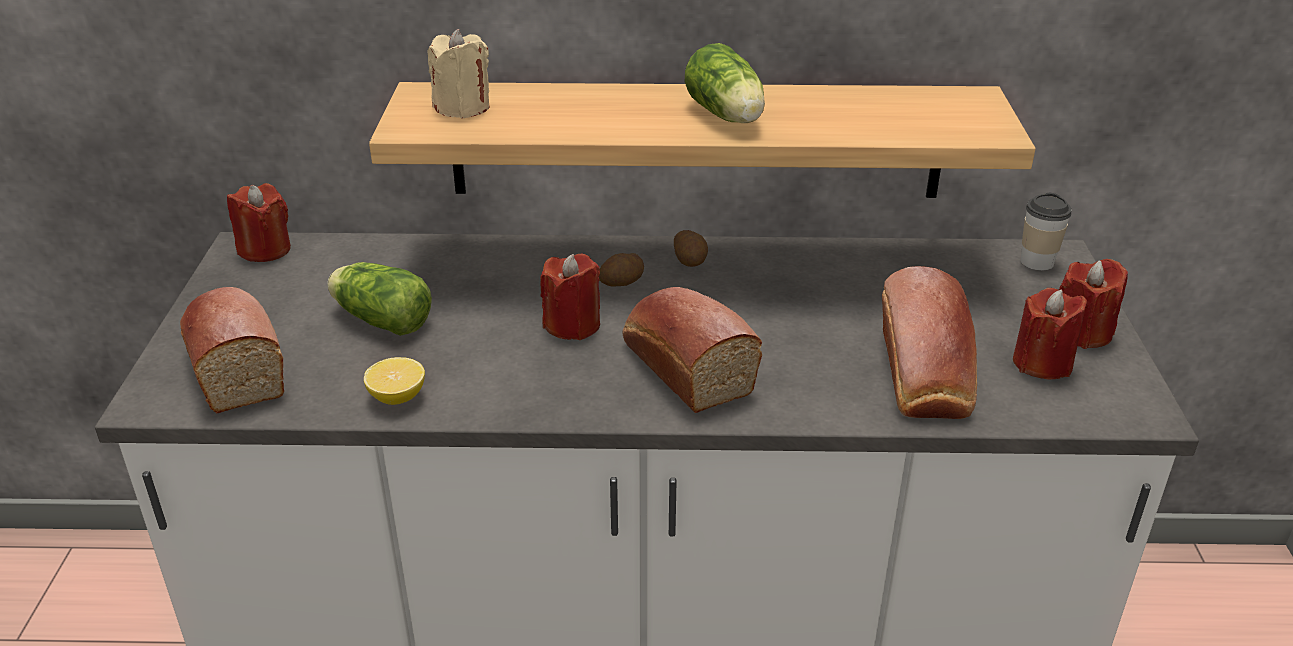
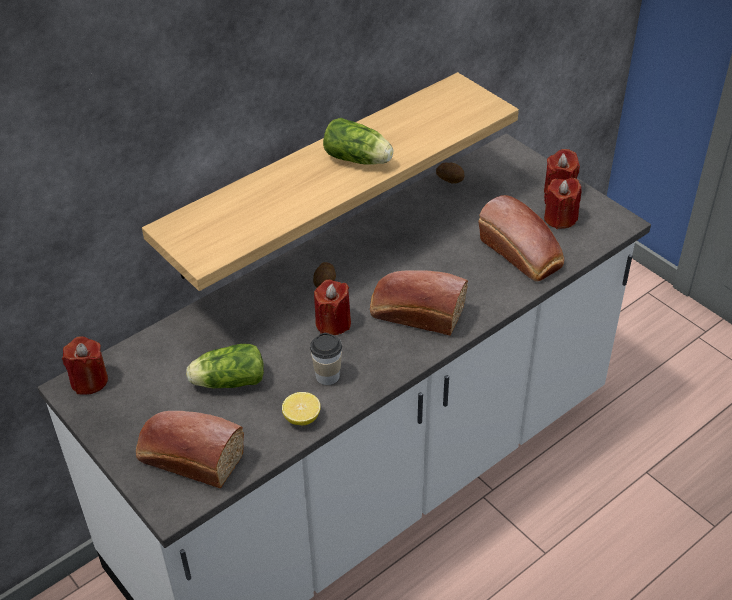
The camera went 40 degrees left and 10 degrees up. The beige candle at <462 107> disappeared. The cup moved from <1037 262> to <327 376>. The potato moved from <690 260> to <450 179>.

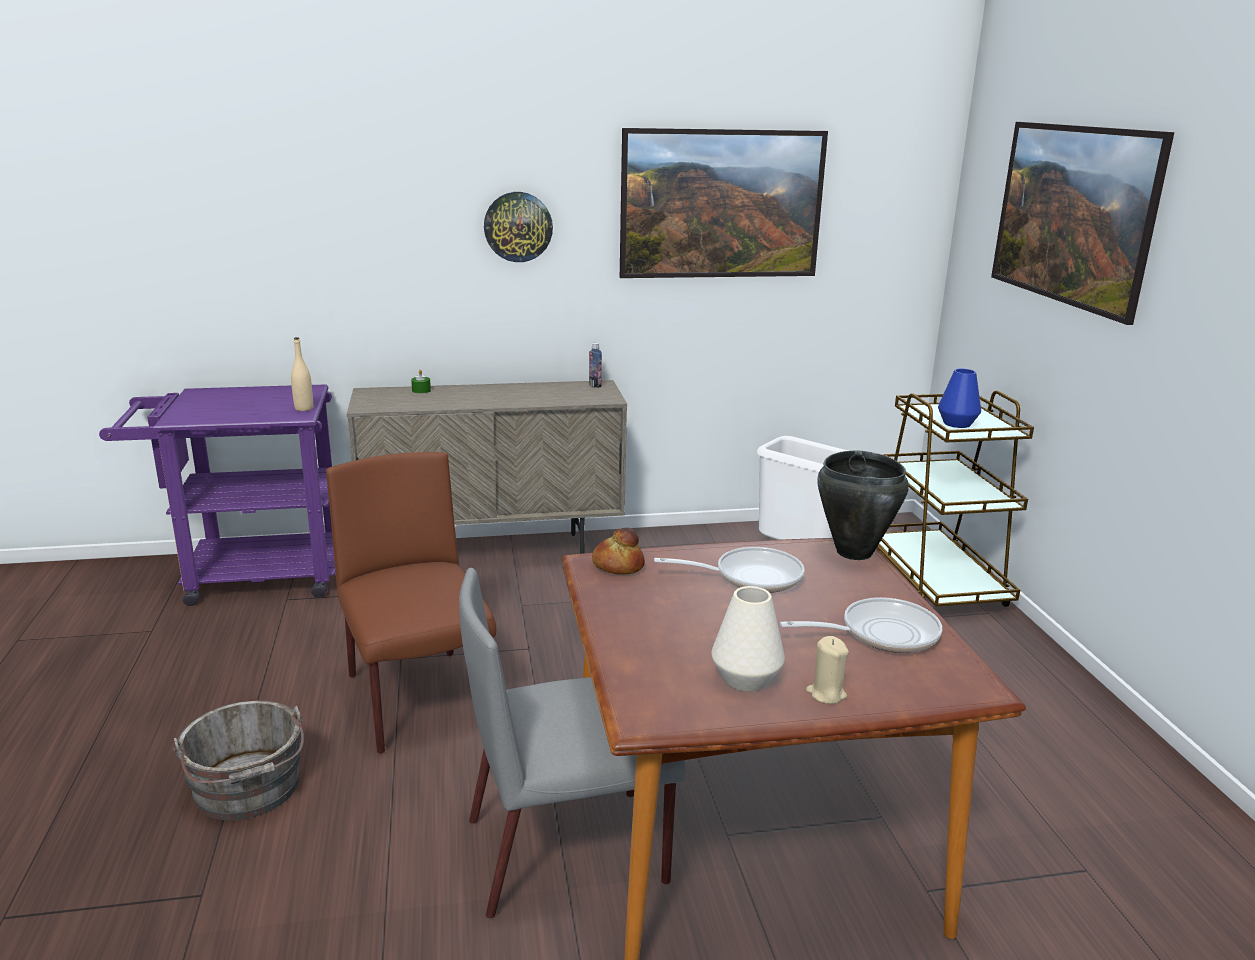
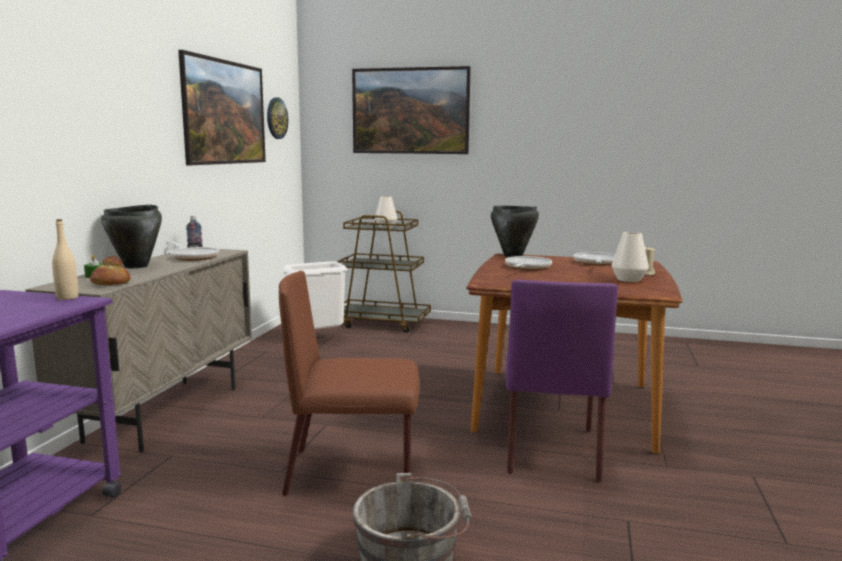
The camera went 65 degrees left and 10 degrees down. The wall clock moved from <518 227> to <276 118>. The blue vase at <957 423> became the white vase at <386 227>. The bread moved from <618 565> to <110 283>. The grey chair at <570 850> became the purple chair at <551 449>. The black cooking pot at <137 266> appeared. The frying pan at <193 257> appeared.

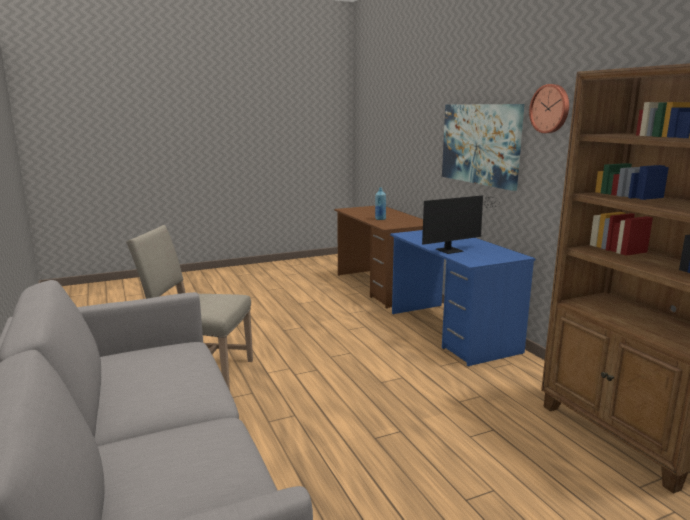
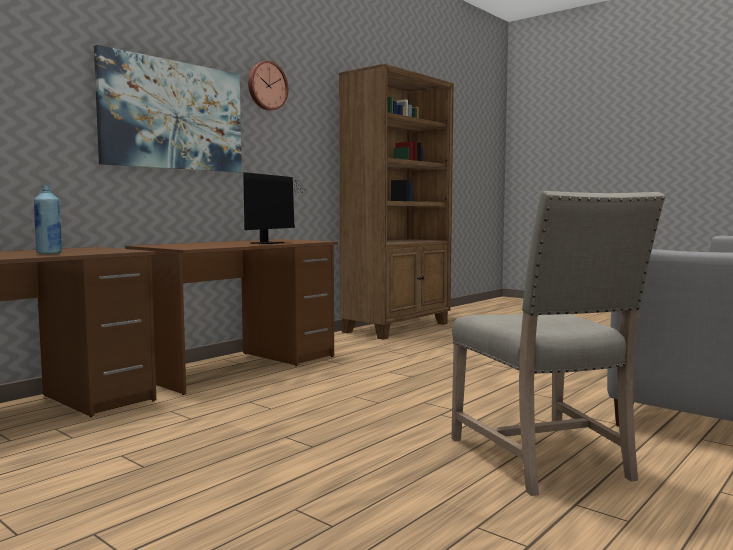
The camera went 115 degrees left and 10 degrees down. The monitor at <453 250> turned 75 degrees clockwise. The blue desk at <452 332> became the brown desk at <240 366>.

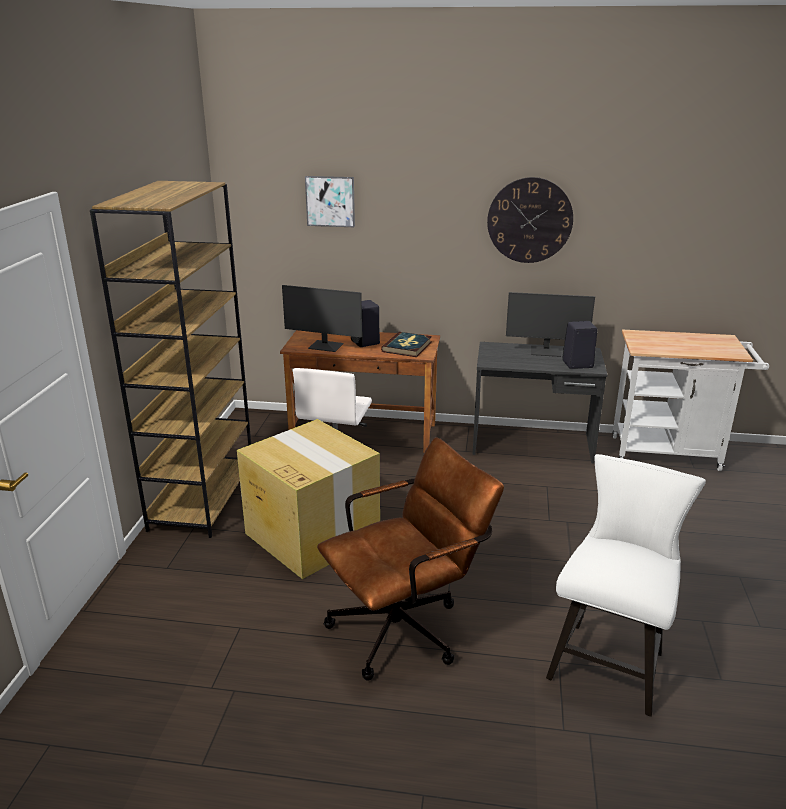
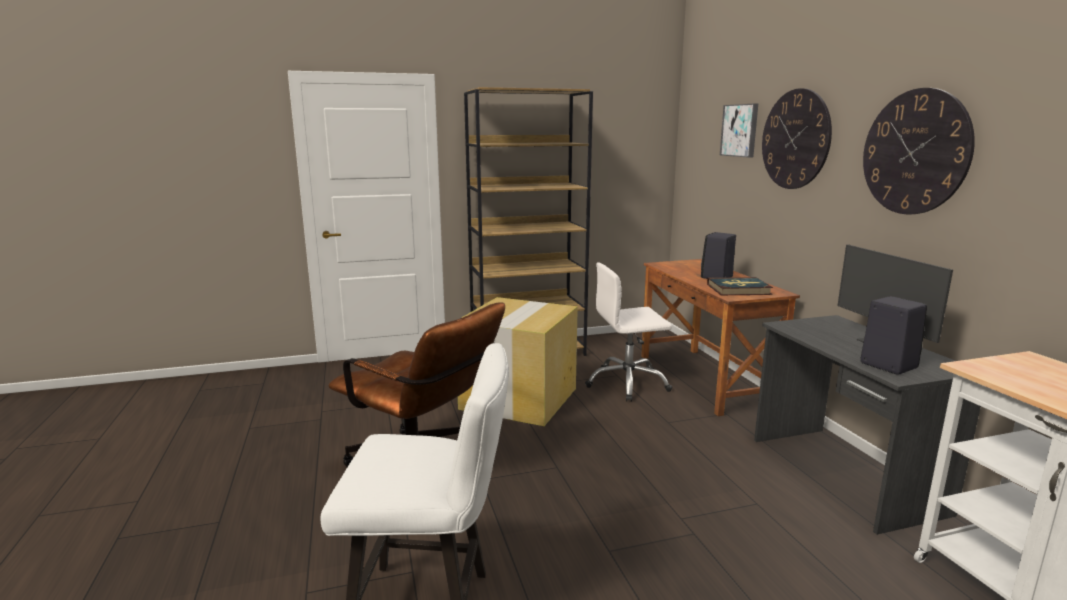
The camera went 65 degrees right and 10 degrees down. The monitor at <325 346> disappeared. The wall clock at <795 139> appeared.

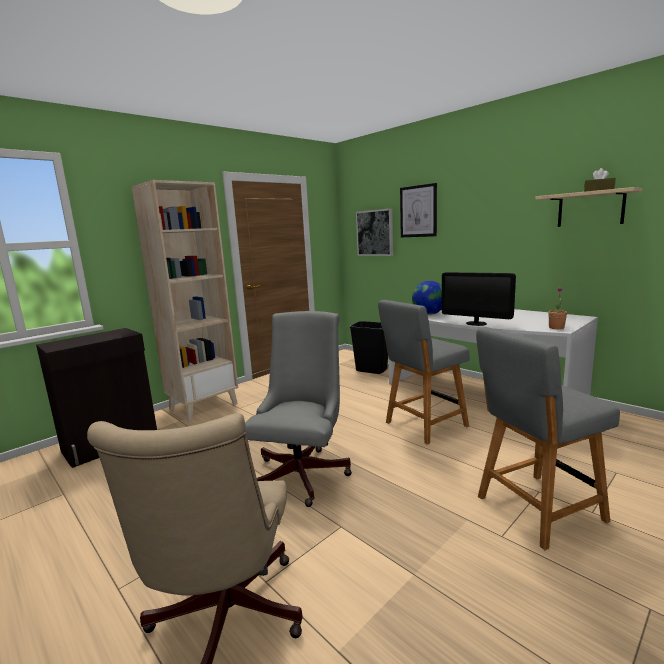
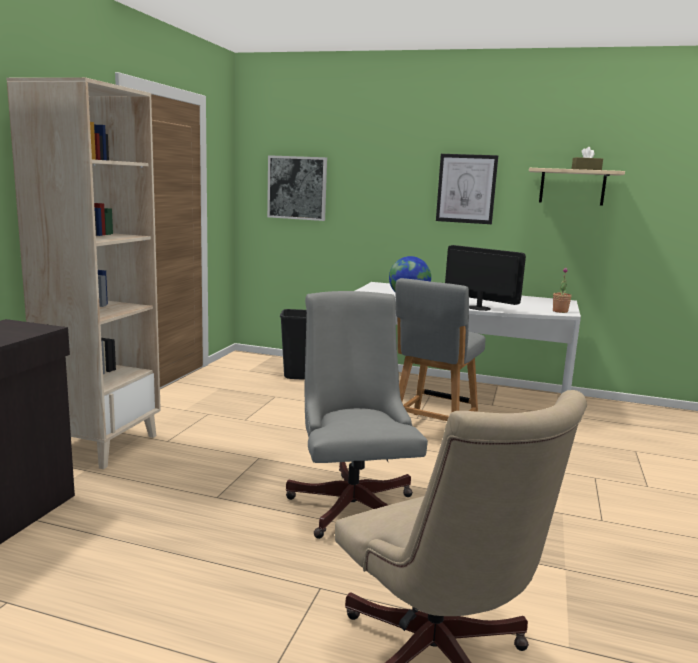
The camera went 30 degrees left and 0 degrees up. The picture moved from <418 211> to <466 189>. The monitor at <476 323> turned 150 degrees counterclockwise. The grey chair at <535 510> disappeared.

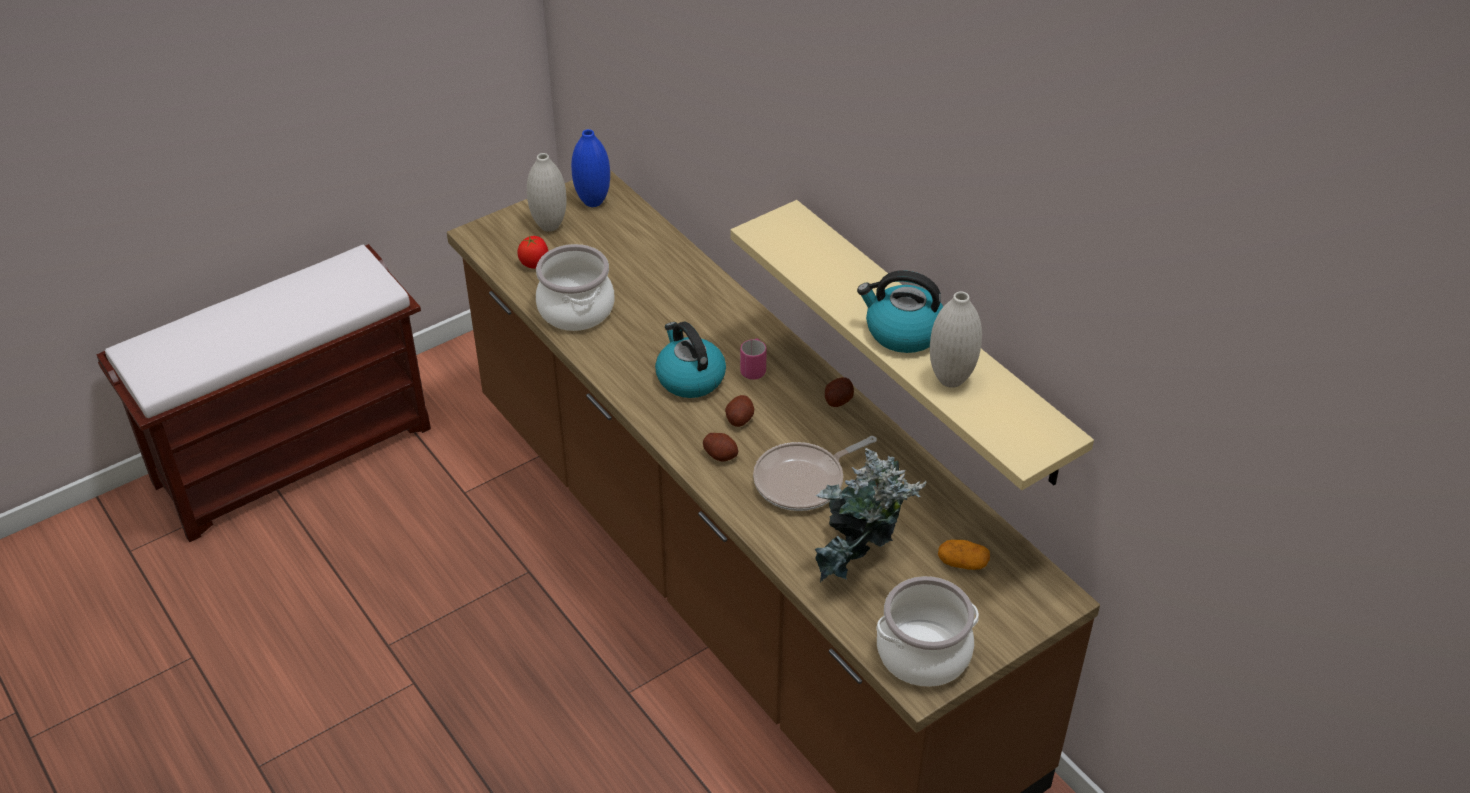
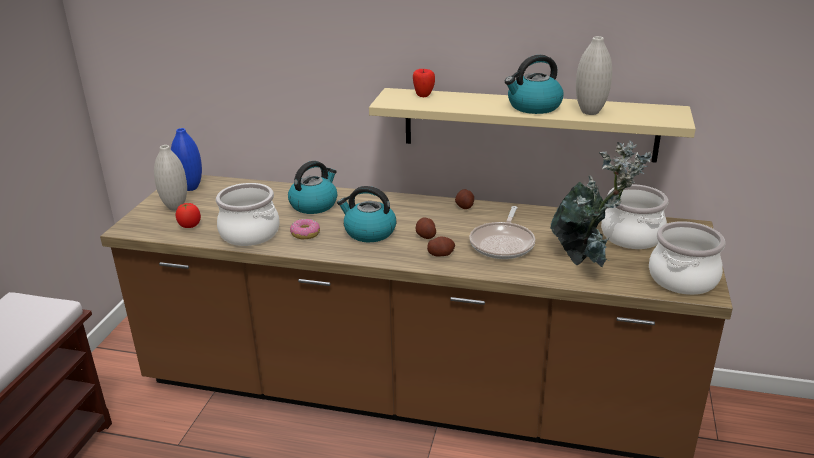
The camera went 40 degrees left and 15 degrees down. The pink mug at <754 368> disappeared. The potato at <962 563> was replaced by the cooking pot at <632 236>. The apple at <423 95> appeared. The kettle at <314 204> appeared. The donut at <305 234> appeared.

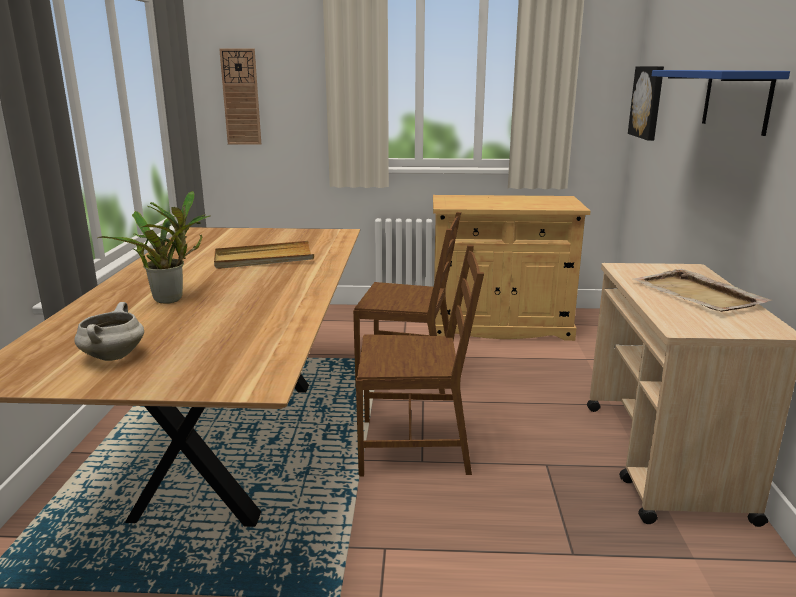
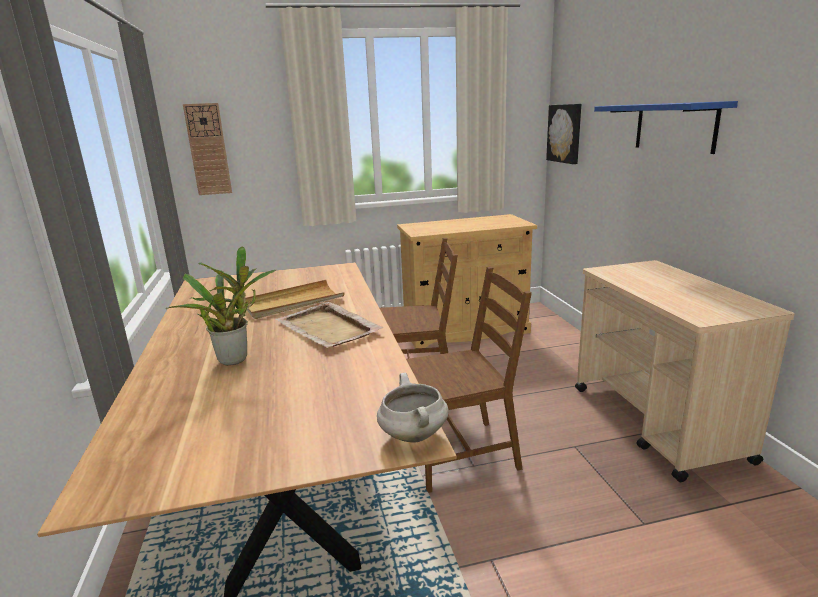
The camera went 15 degrees left and 0 degrees up. The beige tray moved from <698 294> to <328 328>. The white cooking pot moved from <113 356> to <412 435>.

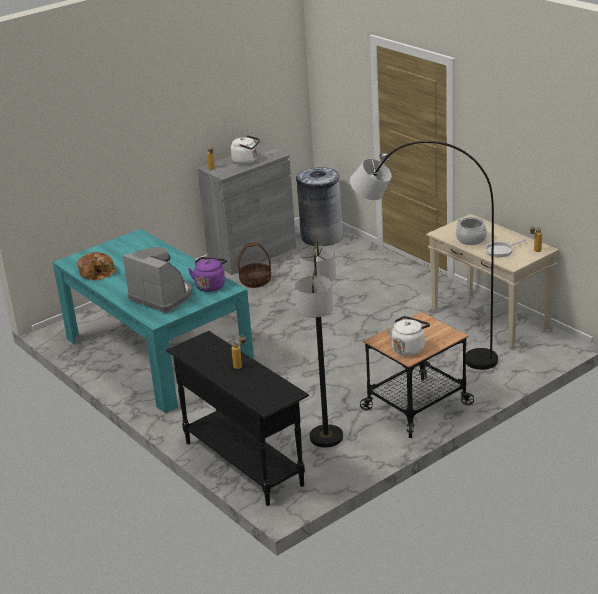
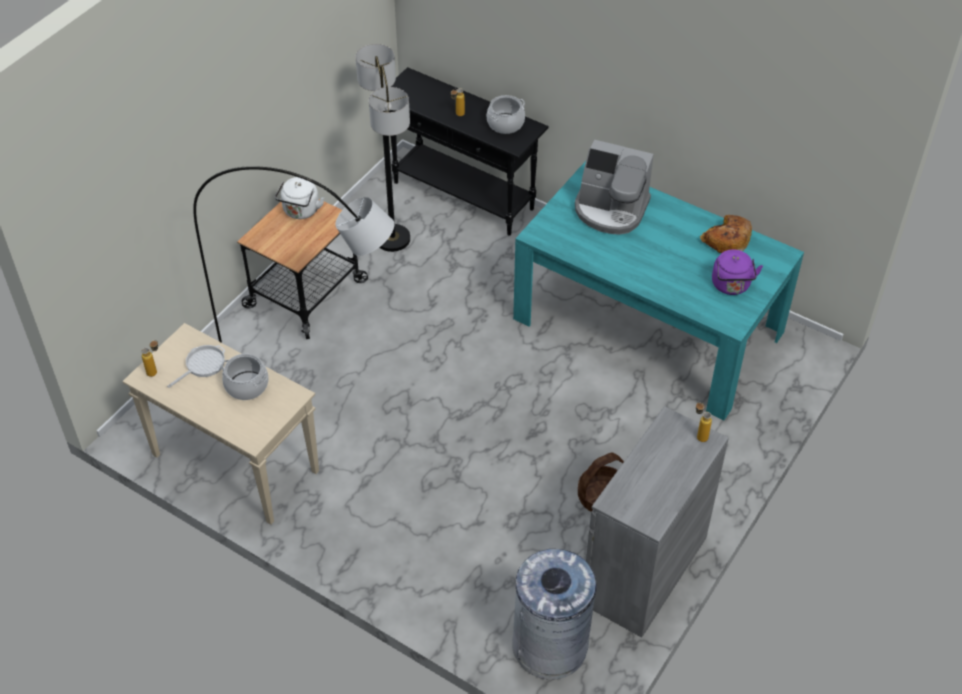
The camera went 160 degrees right and 20 degrees up. The white kettle at <246 161> disappeared. The purple kettle moved from <210 285> to <731 286>. The cooking pot at <505 123> appeared.

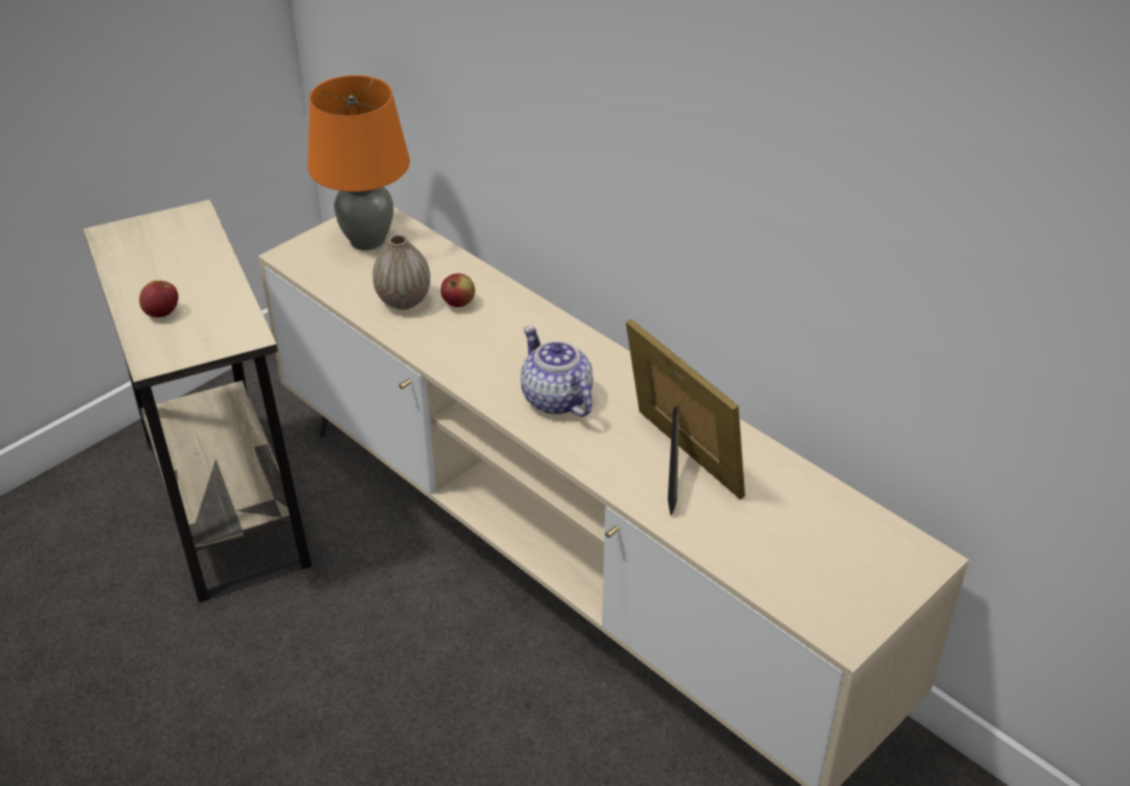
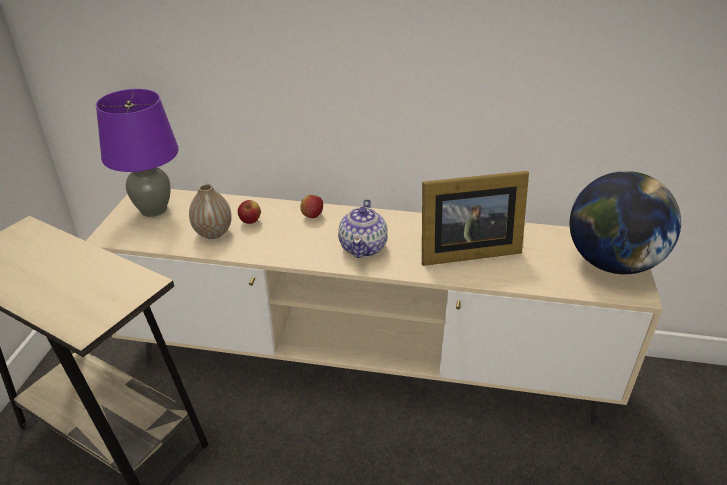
The camera went 35 degrees left and 5 degrees down. The orange table lamp at <368 240> became the purple table lamp at <154 209>. The apple moved from <162 313> to <312 216>. The picture frame at <677 464> turned 150 degrees clockwise. The teapot at <556 399> turned 105 degrees counterclockwise. The globe at <611 263> appeared.

